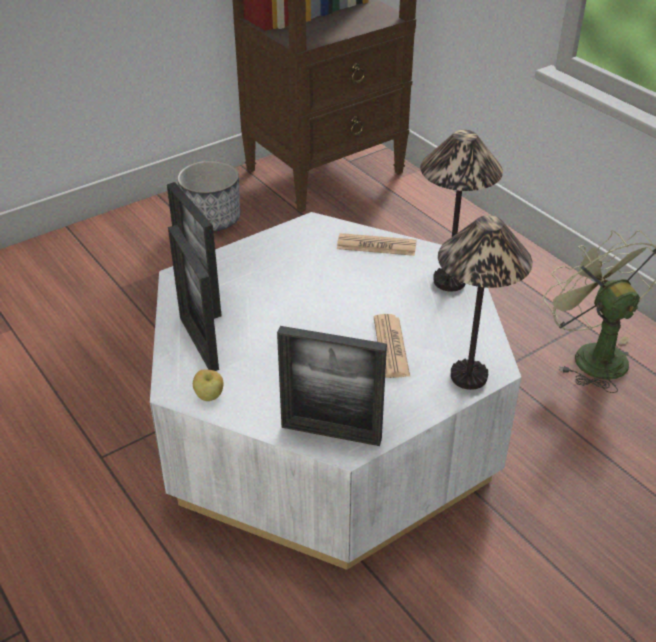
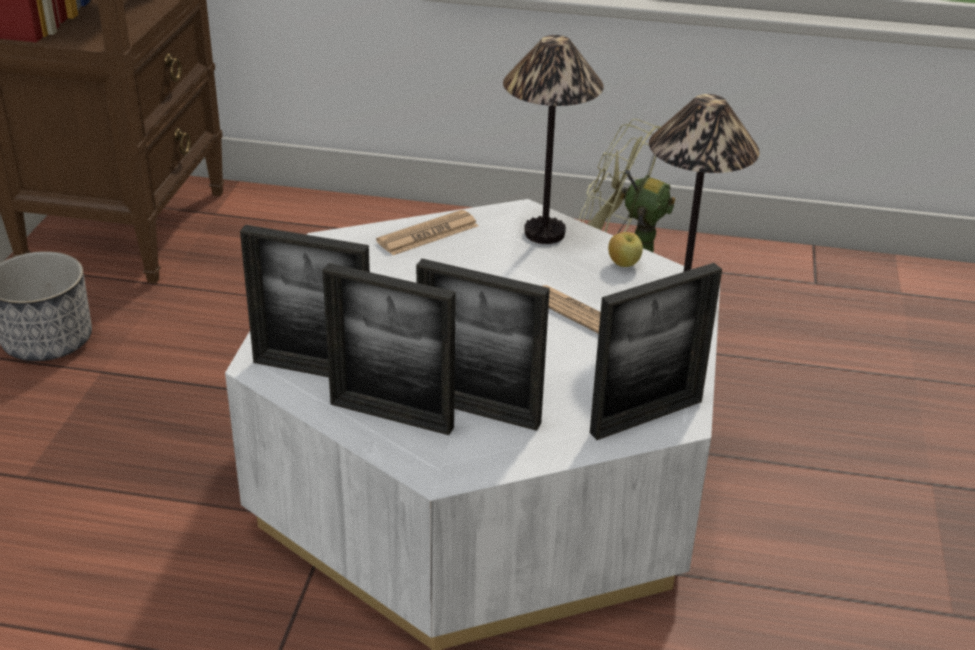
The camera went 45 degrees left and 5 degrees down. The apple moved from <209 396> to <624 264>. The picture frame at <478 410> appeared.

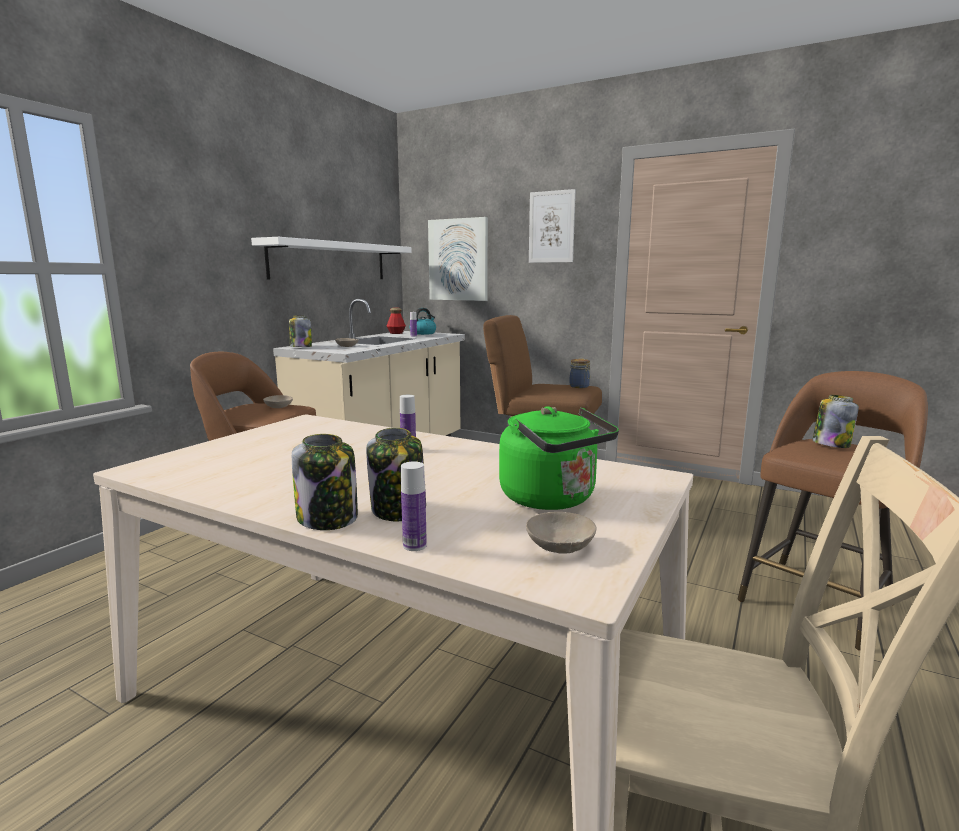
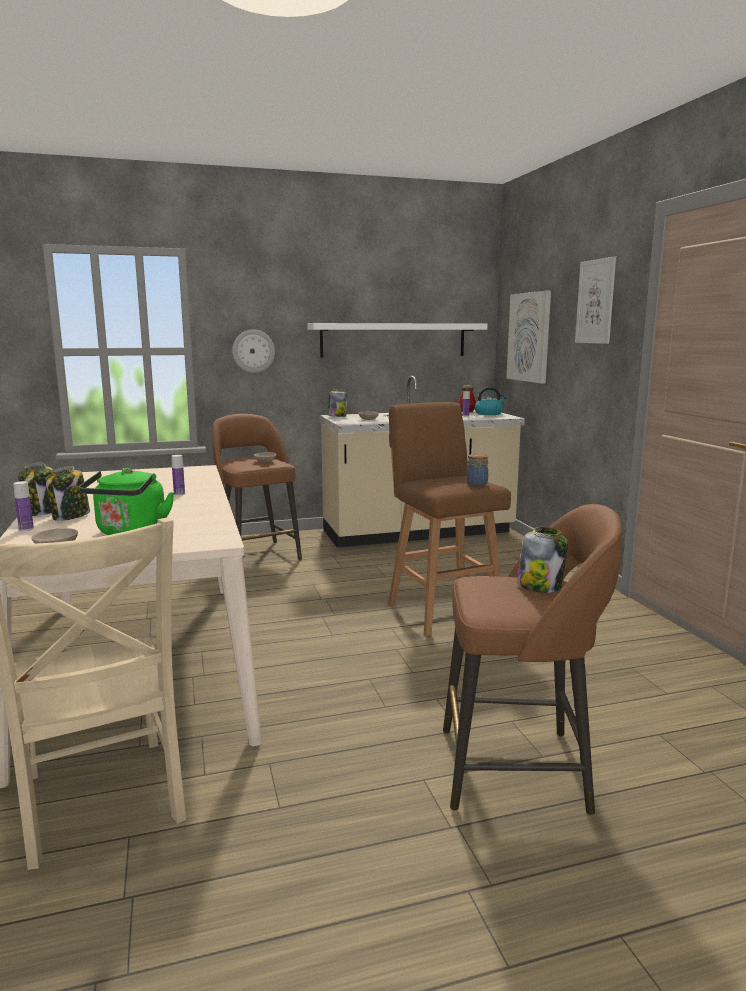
The camera went 45 degrees right and 0 degrees up. The wall clock at <253 351> appeared.

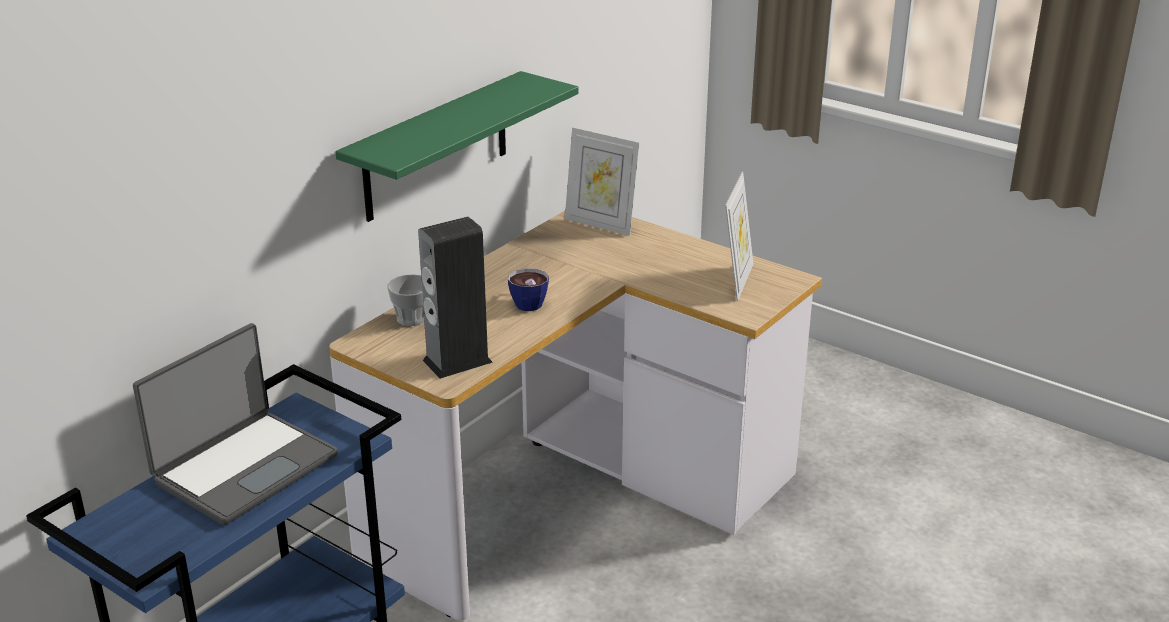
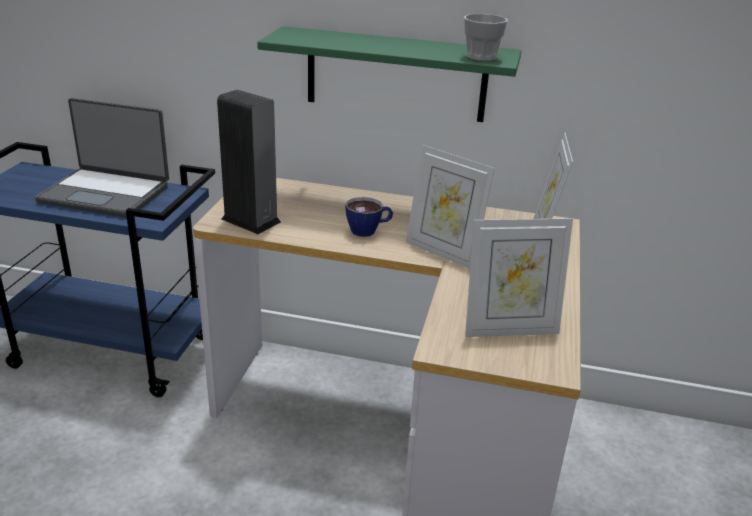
The camera went 65 degrees right and 0 degrees up. The cup moved from <412 318> to <481 57>. The picture frame at <443 252> appeared.

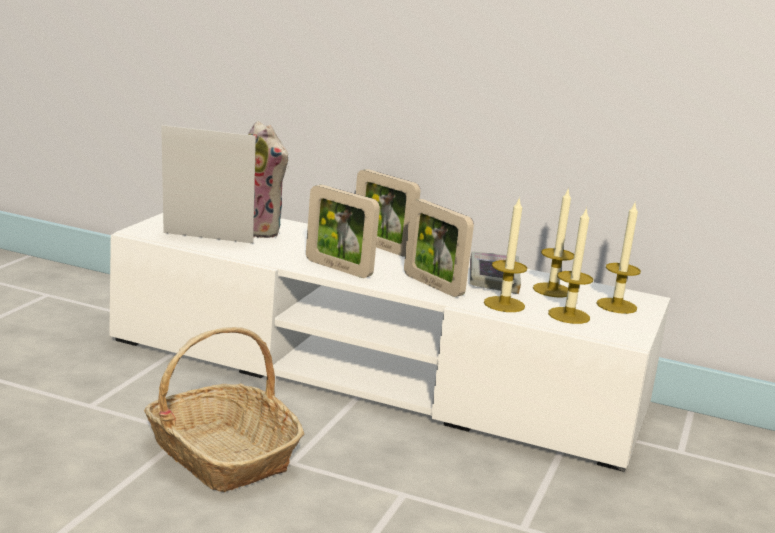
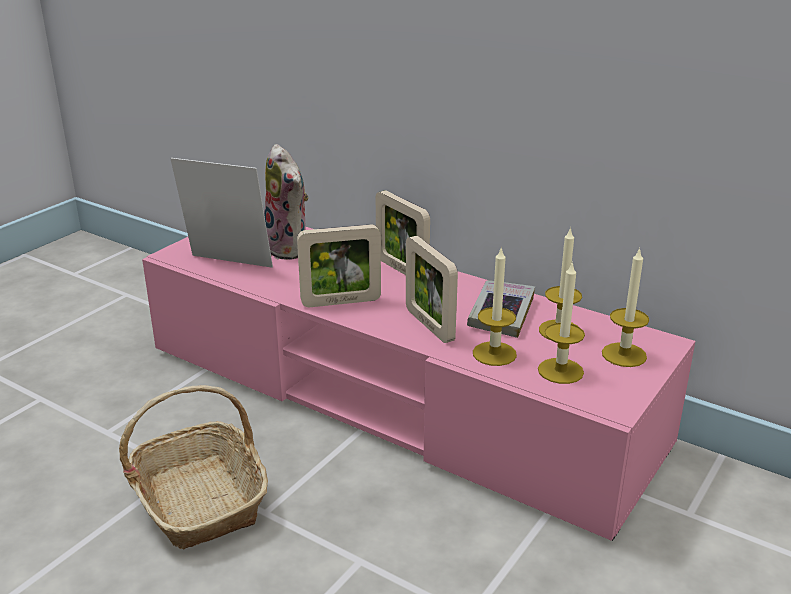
The camera went 15 degrees right and 10 degrees up. The picture frame at <338 268> turned 60 degrees counterclockwise. The white tv stand at <376 374> became the pink tv stand at <395 397>.

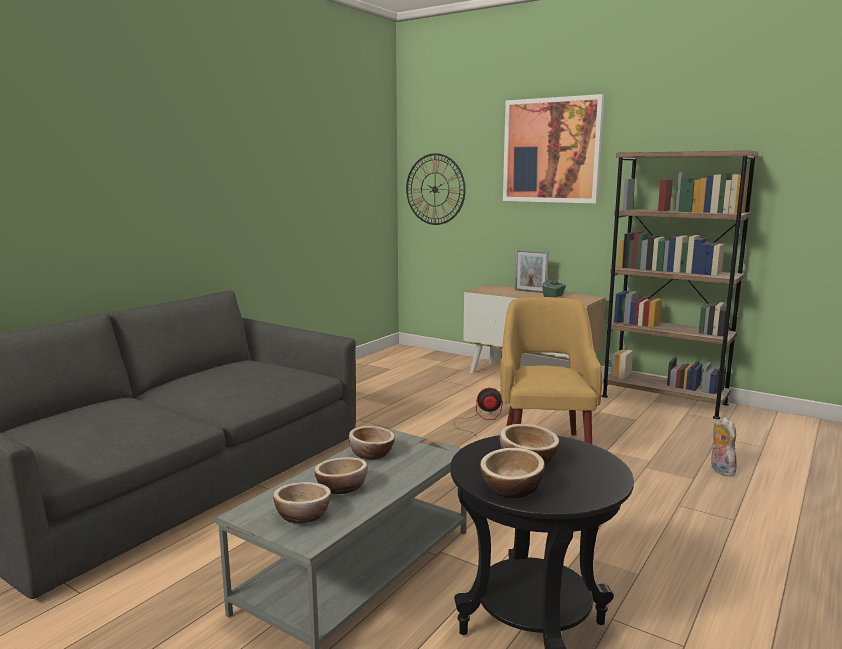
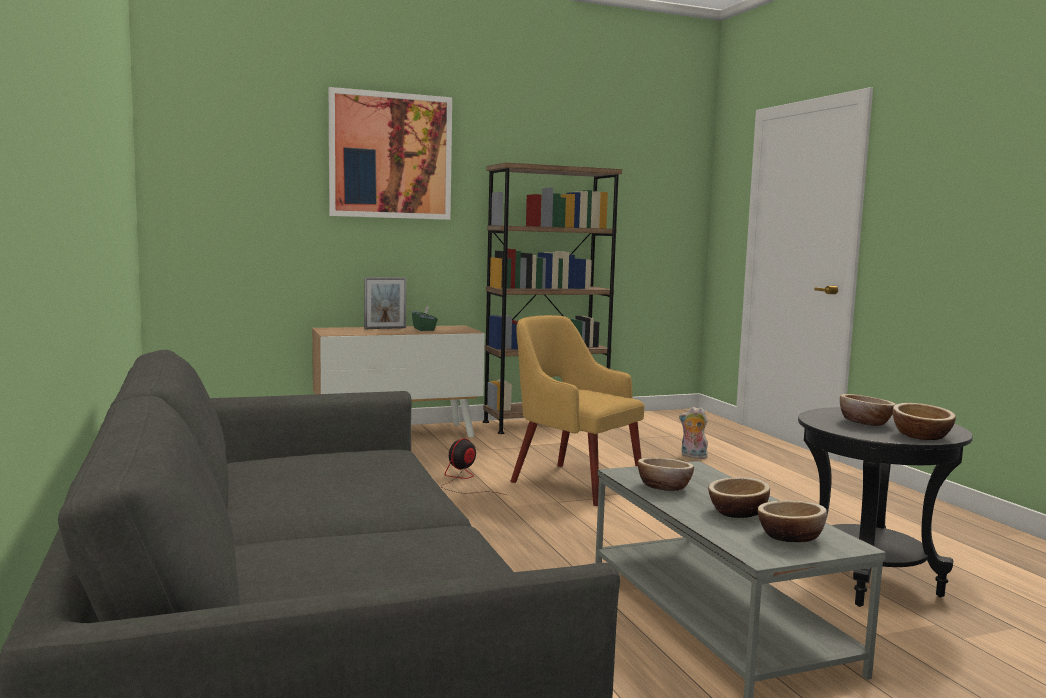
The camera went 55 degrees left and 5 degrees down. The wall clock at <435 189> disappeared.

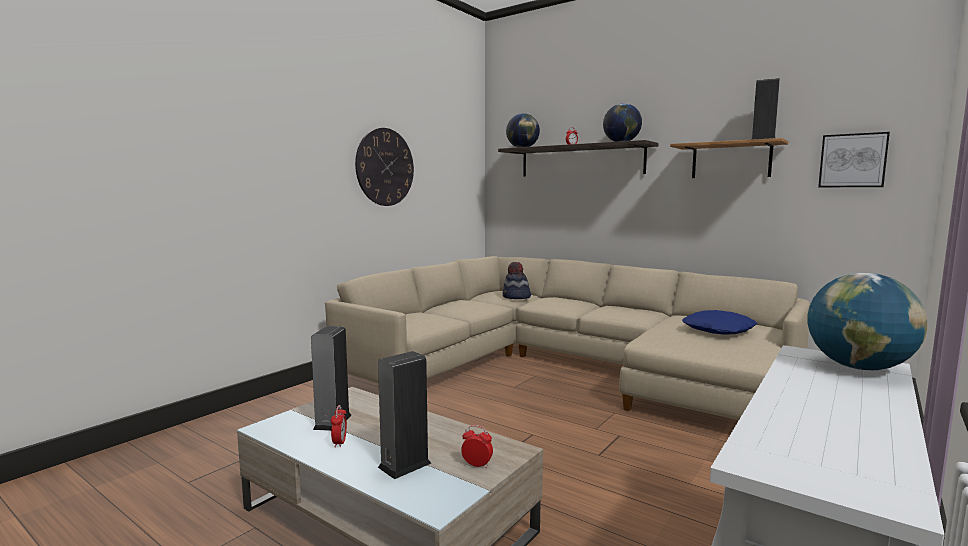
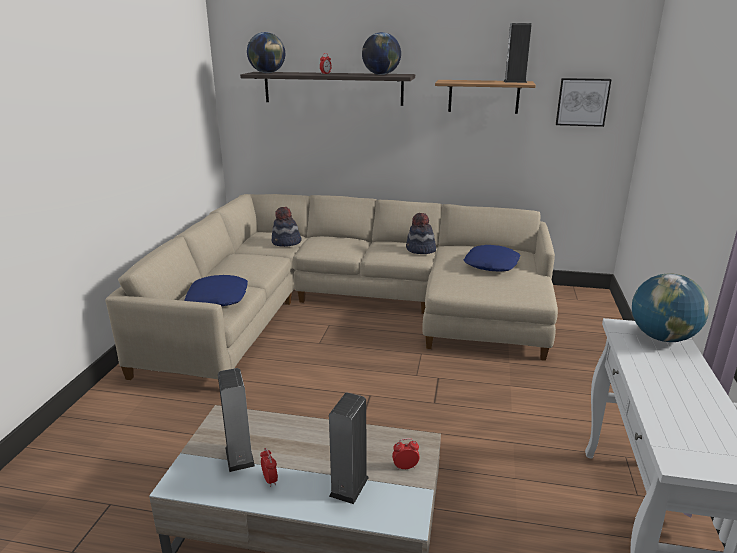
The camera went 25 degrees left and 15 degrees up. The wall clock at <385 167> disappeared. The hat at <420 250> appeared. The blue pillow at <218 298> appeared.

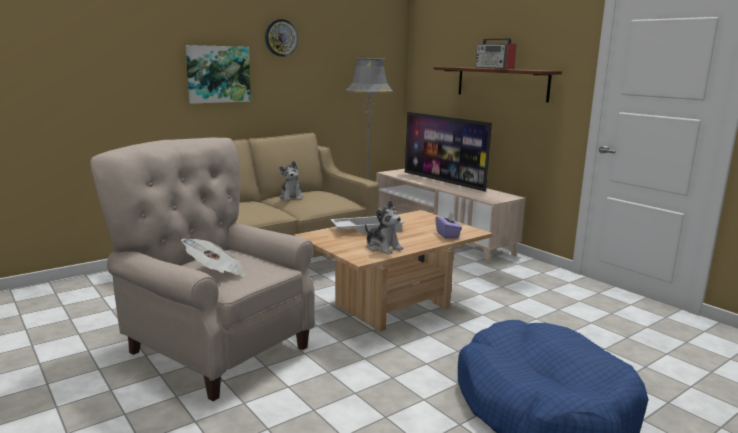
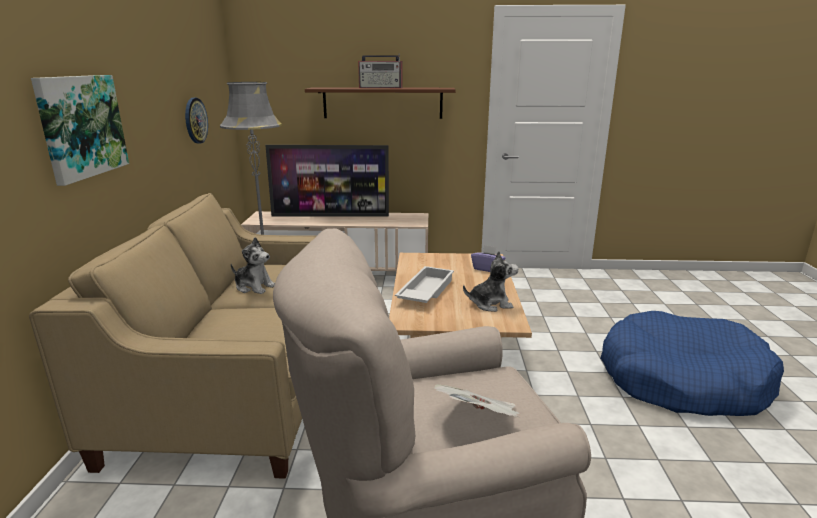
The camera went 50 degrees left and 5 degrees up. The wall clock moved from <281 38> to <195 120>.

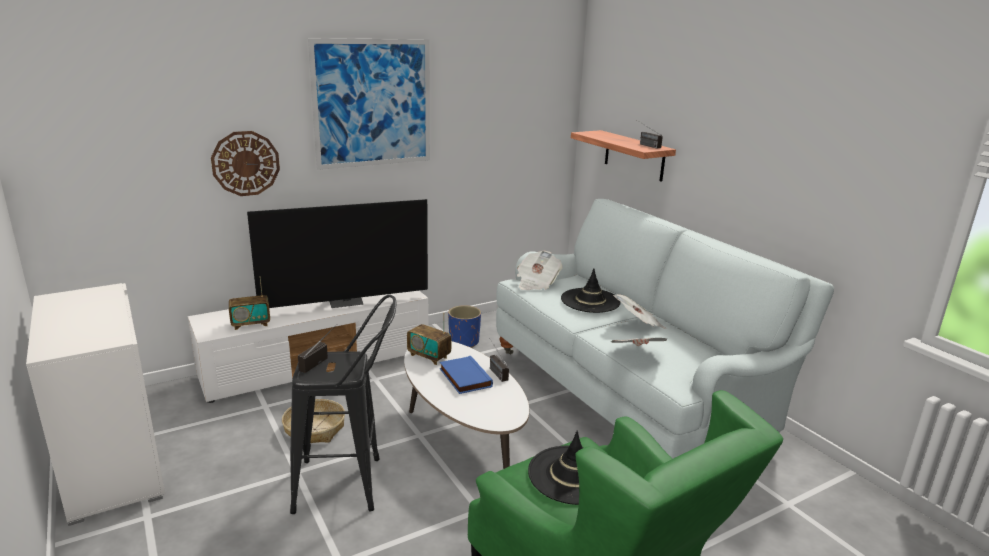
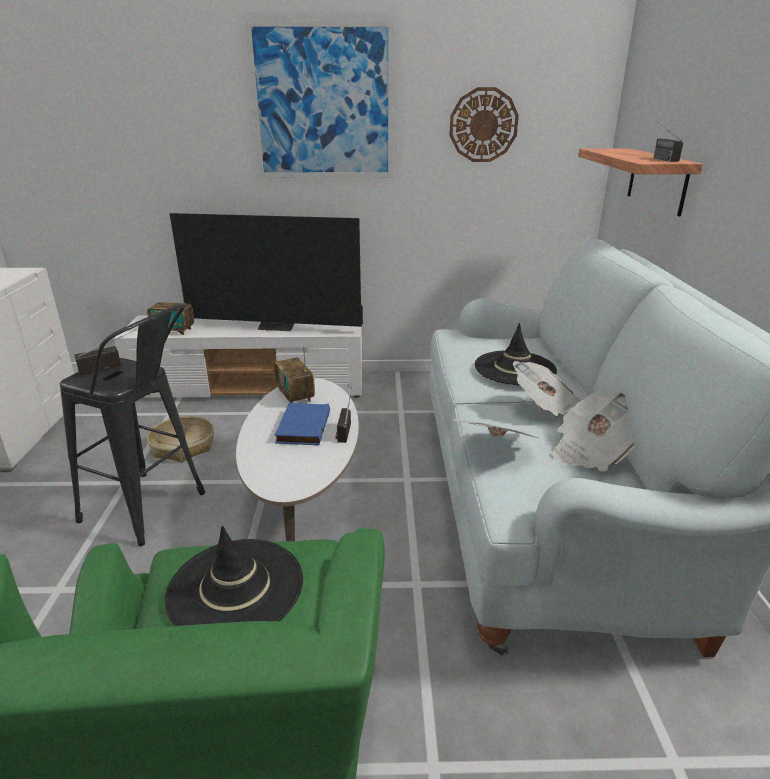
The camera went 30 degrees right and 5 degrees up. The wall clock moved from <245 163> to <483 125>. The newspaper moved from <536 283> to <593 451>. The blue planter at <463 342> disappeared.

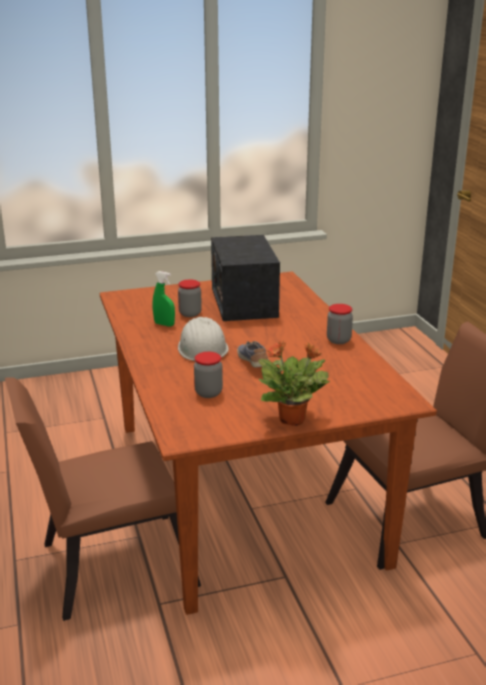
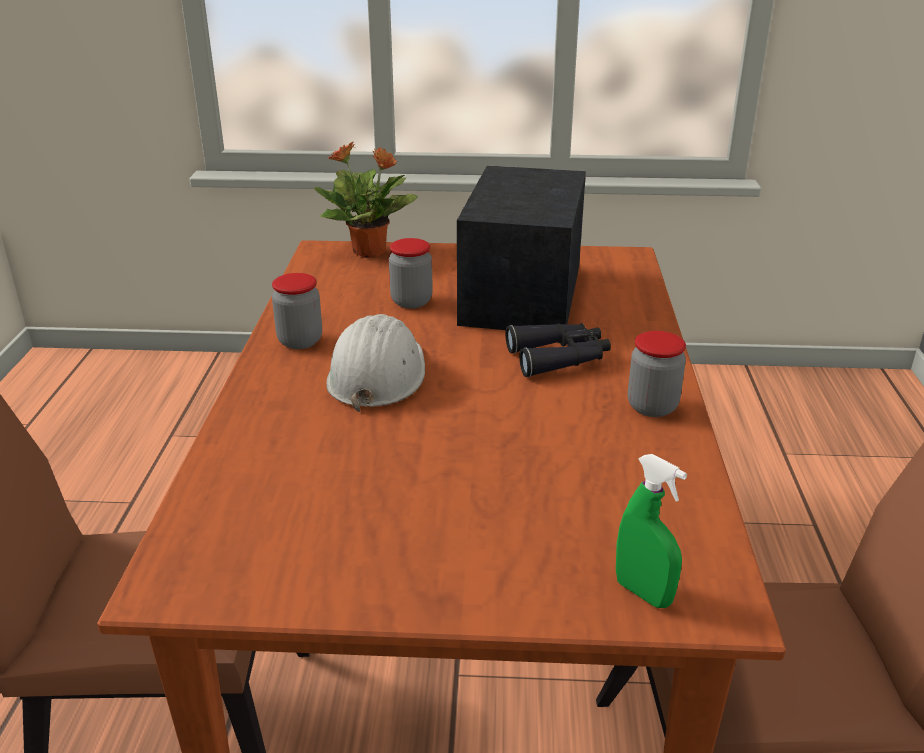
The camera went 20 degrees right and 5 degrees up. The green spray bottle moved from <164 324> to <643 593>. The shoe at <253 362> disappeared. The potted plant moved from <293 419> to <370 252>. The jar moved from <208 393> to <300 341>. The black binoculars at <559 358> appeared.

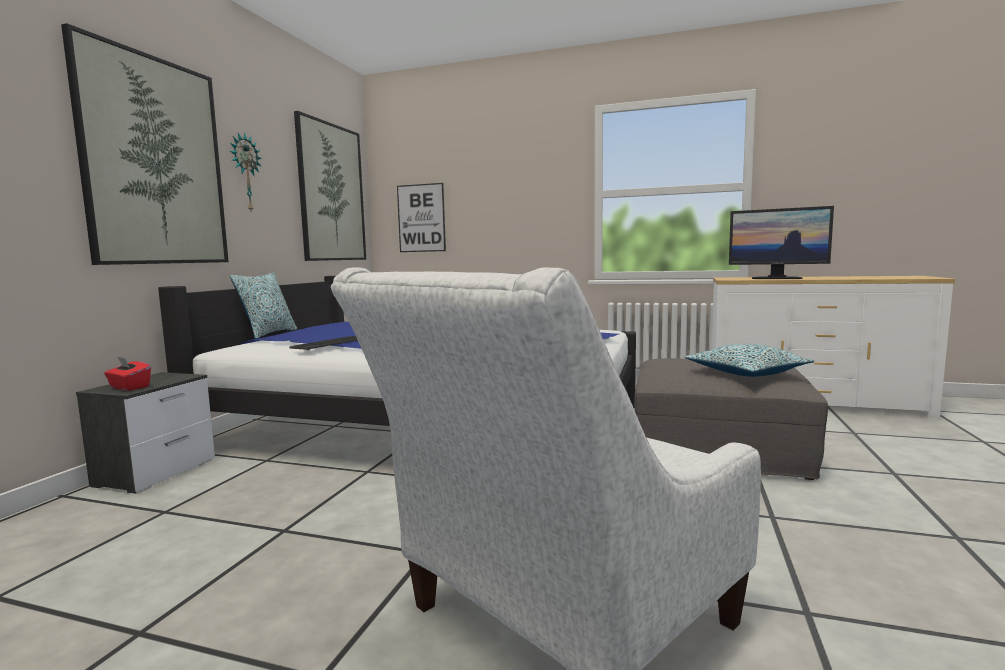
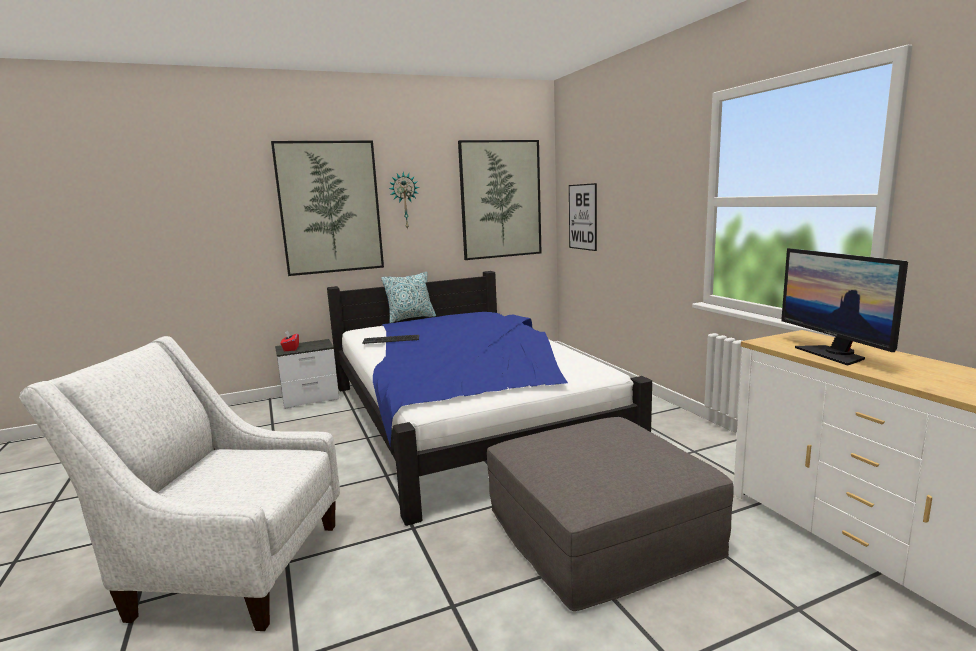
The camera went 50 degrees right and 5 degrees up. The pillow at <746 373> disappeared.

